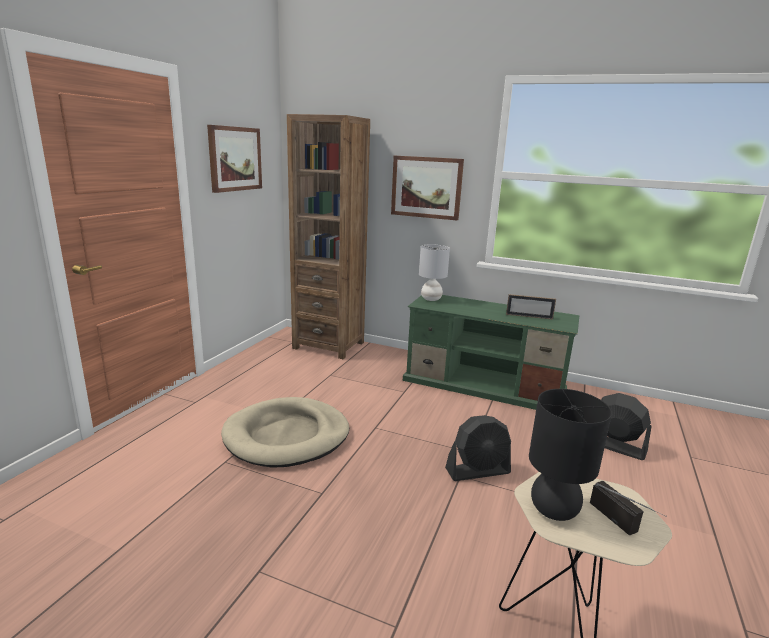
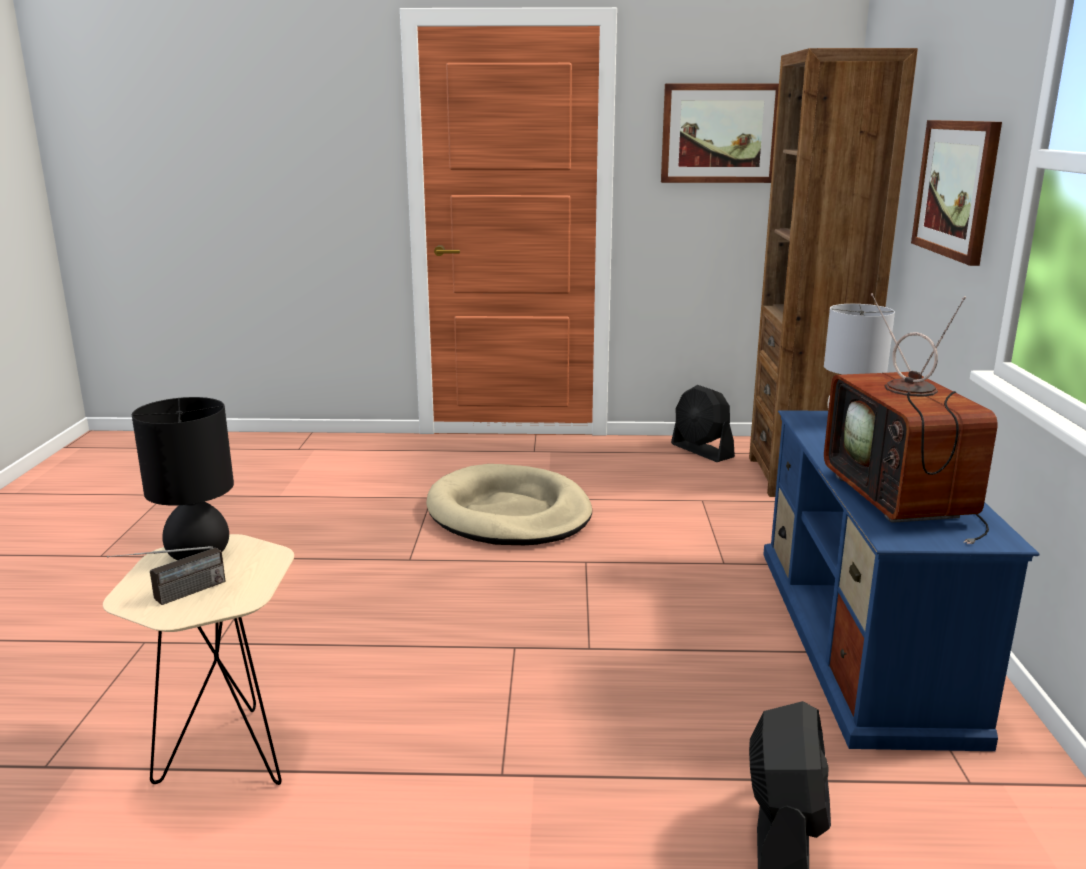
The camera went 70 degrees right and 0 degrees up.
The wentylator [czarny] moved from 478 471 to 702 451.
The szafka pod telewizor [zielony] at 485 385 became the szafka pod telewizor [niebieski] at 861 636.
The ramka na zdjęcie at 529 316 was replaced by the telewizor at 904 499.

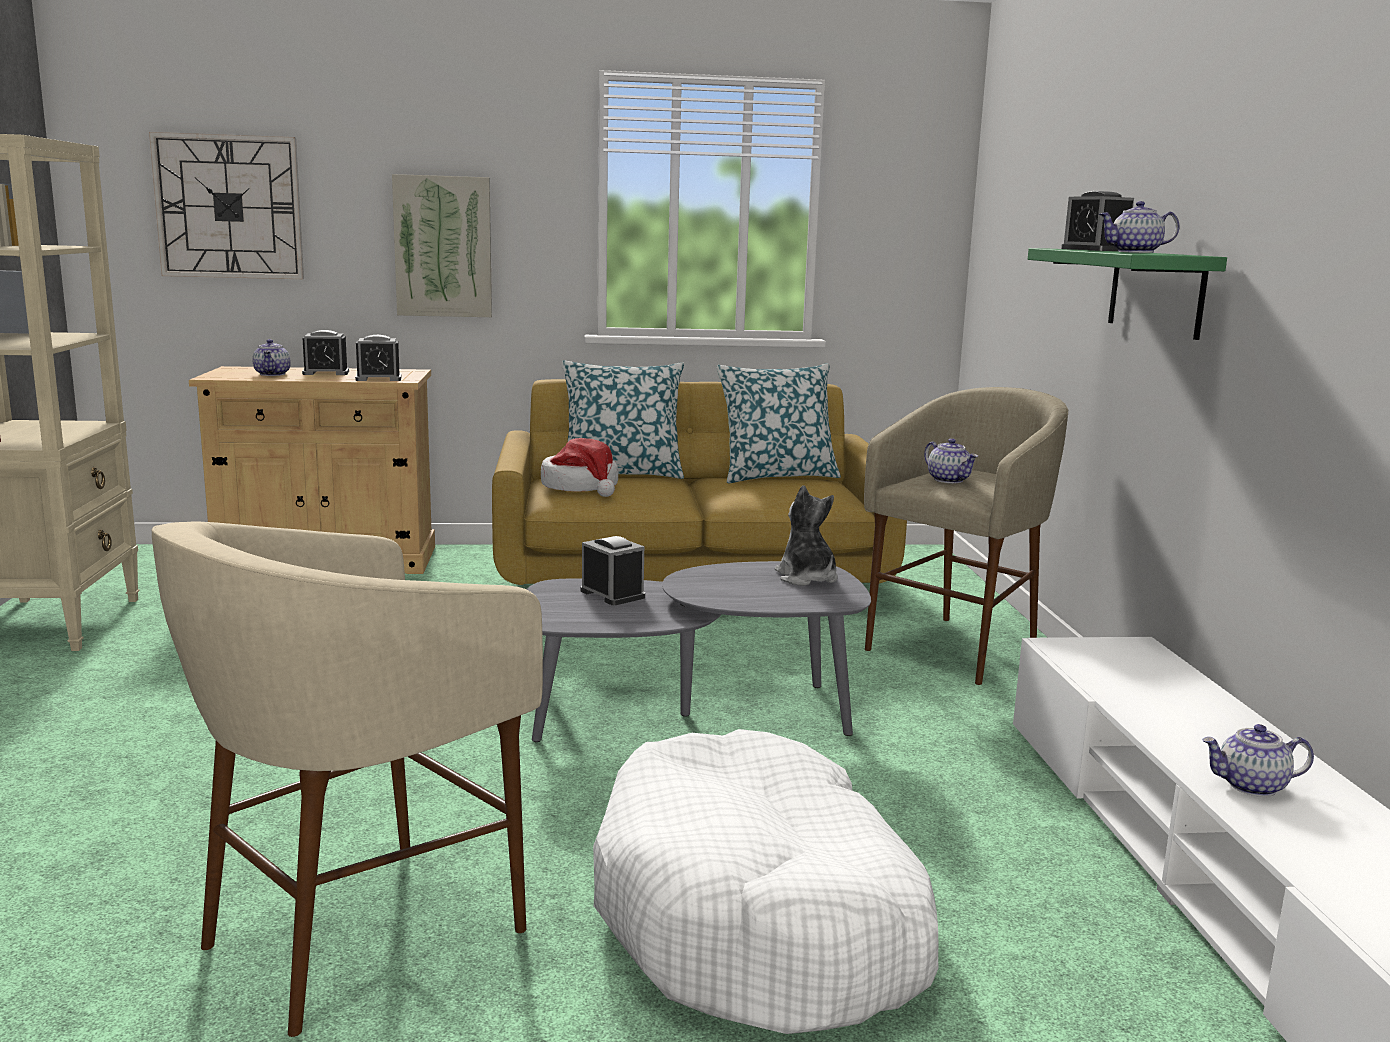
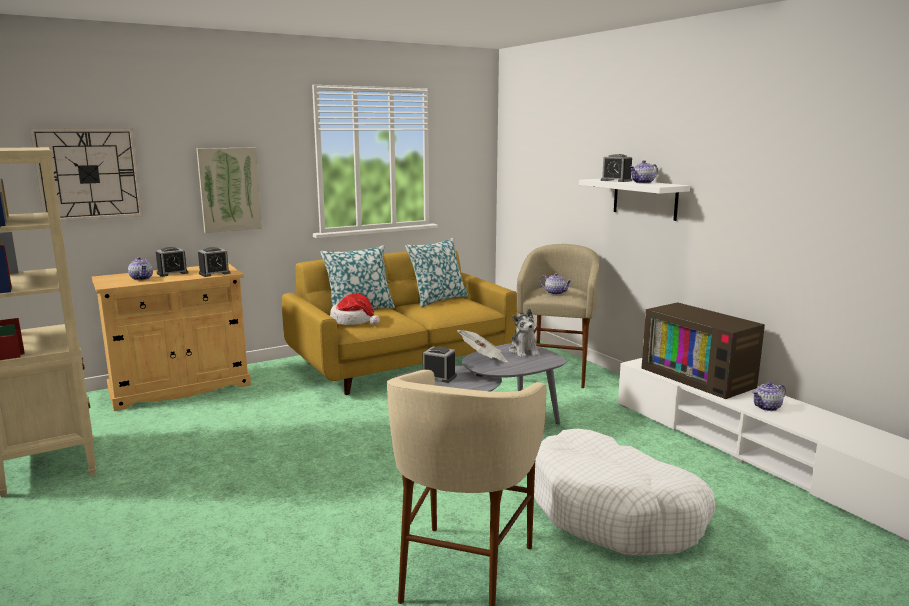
The camera went 25 degrees left and 0 degrees up.
The gazeta at 483 359 appeared.
The pluszak at 806 578 turned 150 degrees counterclockwise.
The półka [zielony] at 1156 292 became the półka [biały] at 645 198.
The telewizor at 700 377 appeared.

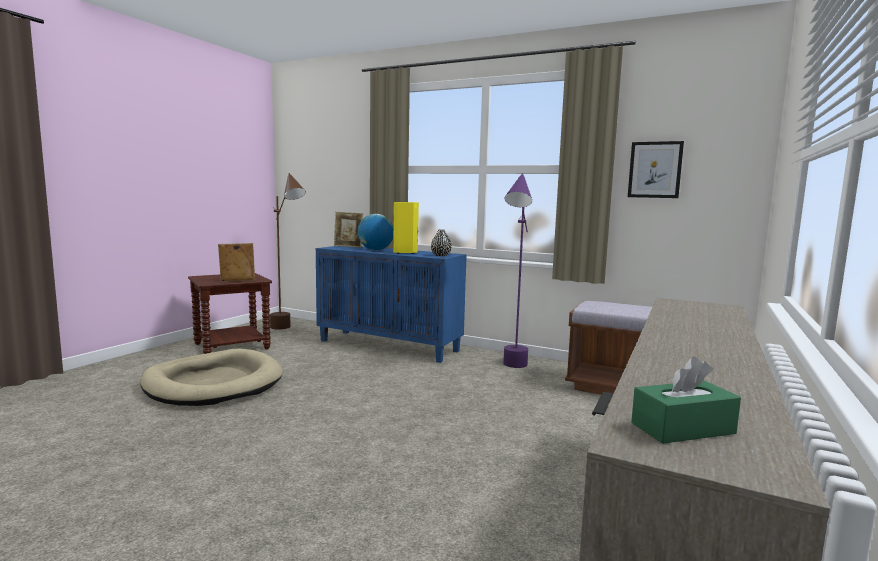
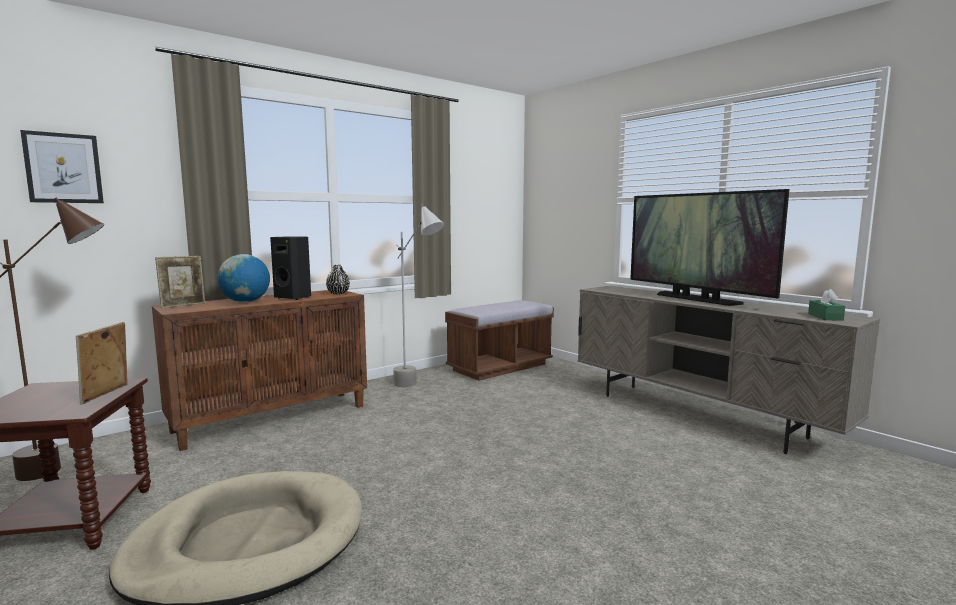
The camera went 65 degrees left and 0 degrees up.
The obraz moved from 655 170 to 63 168.
The szafka [niebieski] at 389 346 became the szafka [brązowy] at 273 418.
The głośnik [żółty] at 405 252 became the głośnik [czarny] at 294 297.
The lampa stojąca [fioletowy] at 513 370 became the lampa stojąca [szary] at 418 387.
The telewizor at 695 299 appeared.

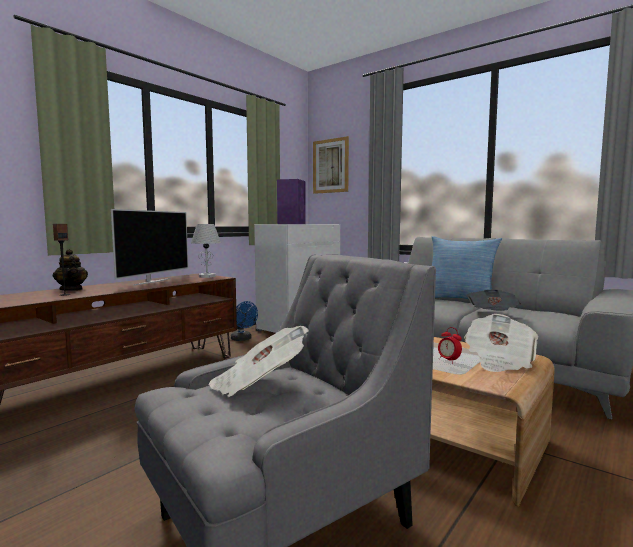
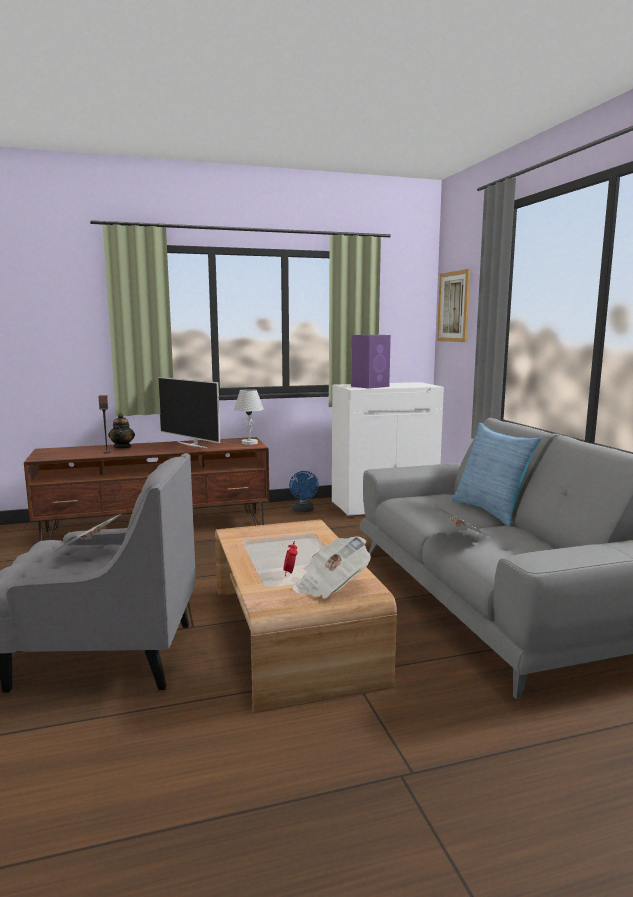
The camera went 35 degrees right and 5 degrees up.
The telewizor at 152 281 turned 75 degrees clockwise.

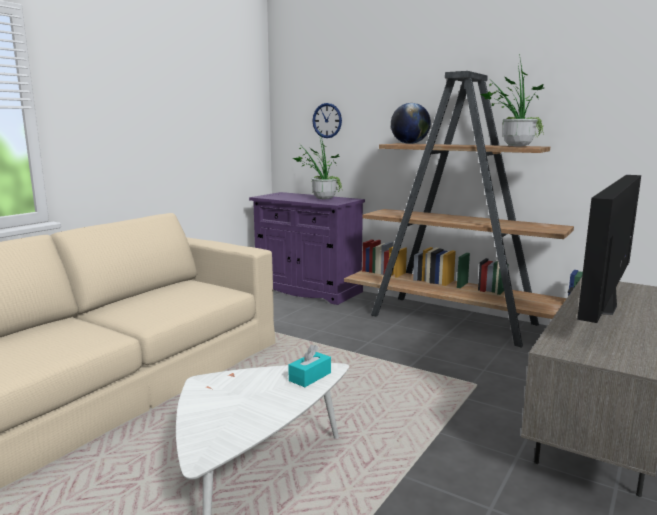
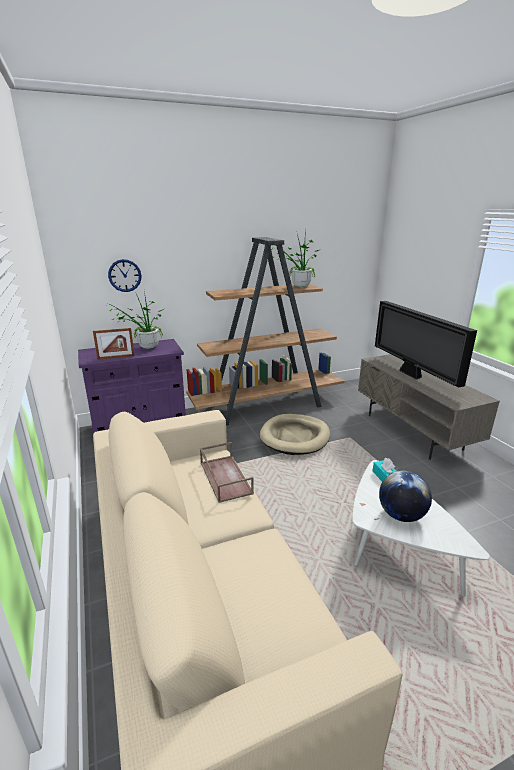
The camera went 55 degrees left and 10 degrees up.
The ramka na zdjęcie at 116 357 appeared.
The taca [brązowy] at 224 477 appeared.
The legowisko [beżowy] at 295 437 appeared.
The globus moved from 409 143 to 401 515.

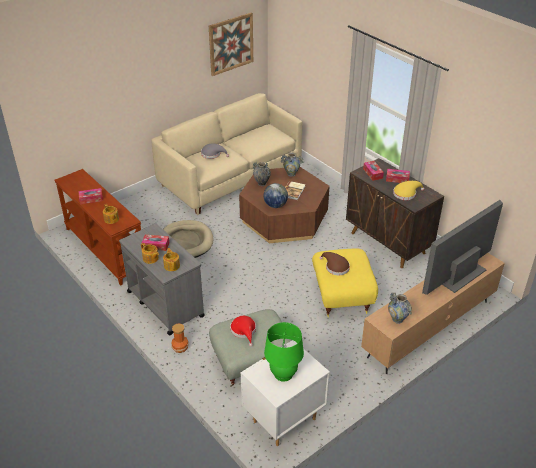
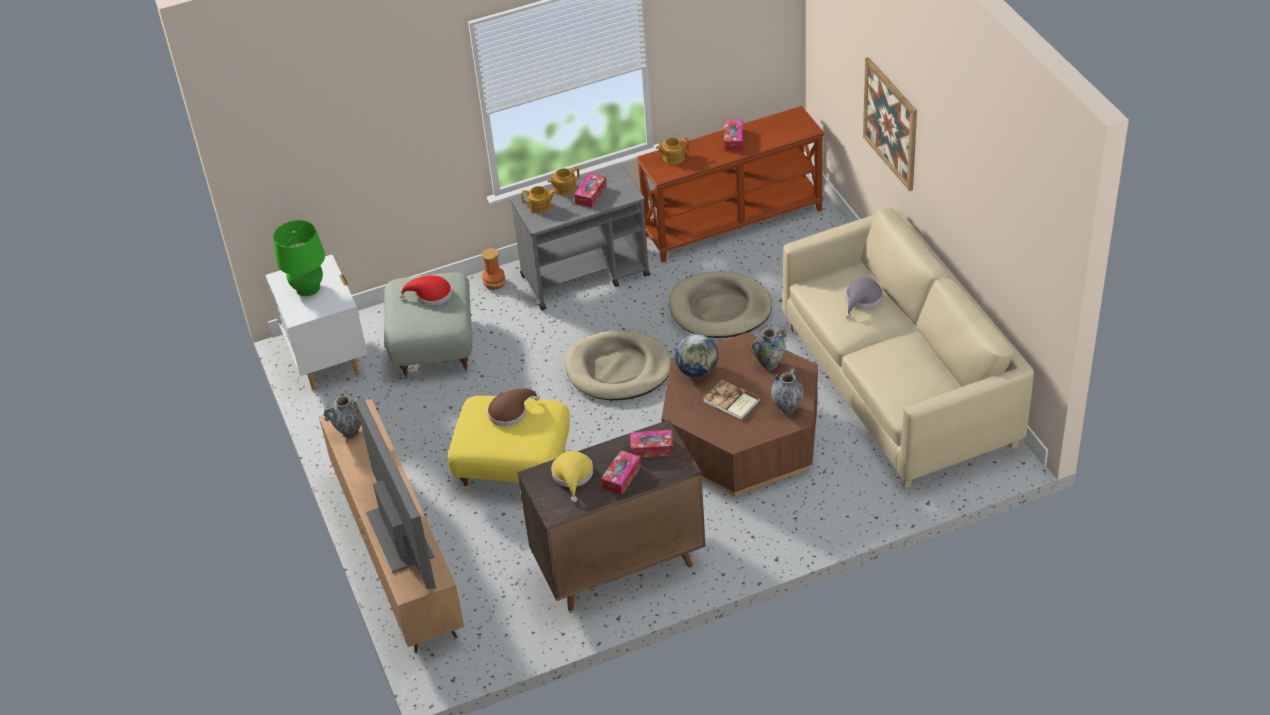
The camera went 110 degrees right and 5 degrees up.
The legowisko [beżowy] at 618 369 appeared.
The obraz moved from 231 44 to 890 123.

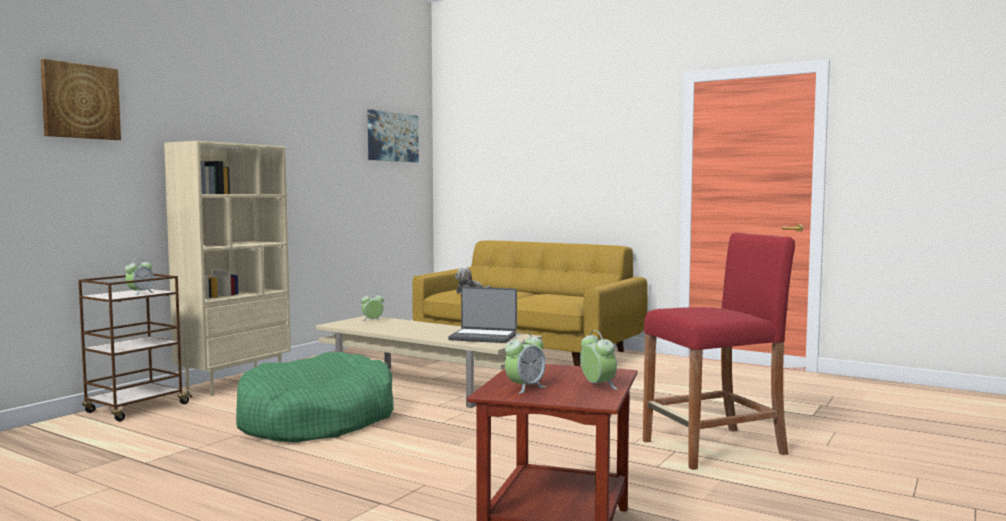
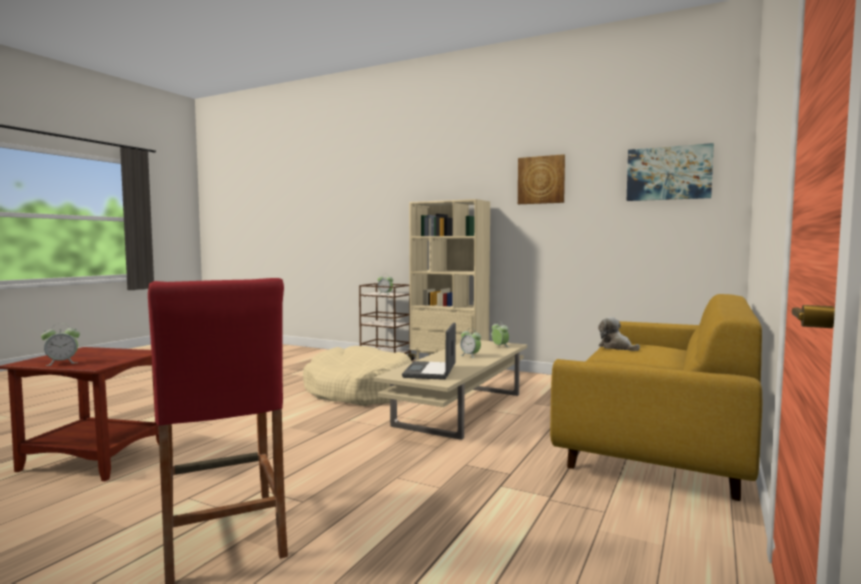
The camera went 85 degrees right and 0 degrees up.
The legowisko [zielony] at 316 420 became the legowisko [beżowy] at 359 391.
The budzik moved from 525 388 to 470 356.
The obraz moved from 80 101 to 541 180.

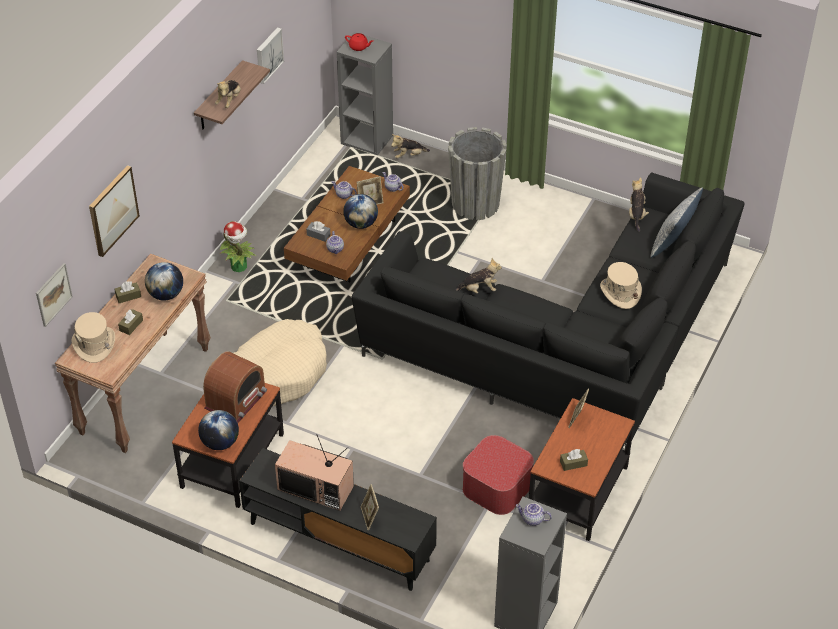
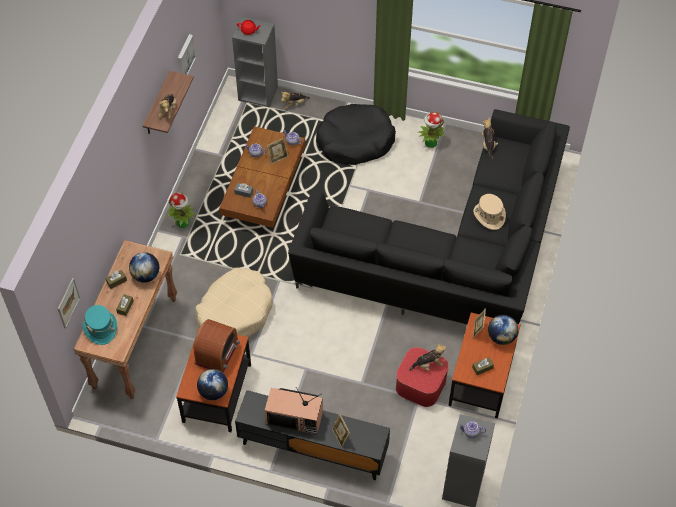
The camera went 10 degrees left and 10 degrees up.
The kapelusz [beżowy] at 94 344 became the kapelusz [turkusowy] at 101 328.
The donica [szary] at 475 204 was replaced by the legowisko [czarny] at 355 141.
The pluszak moved from 479 289 to 428 364.
The roślina doniczkowa at 430 143 appeared.
The globus moved from 361 224 to 501 337.
The obraz at 112 210 disappeared.
The poduszka at 672 242 disappeared.

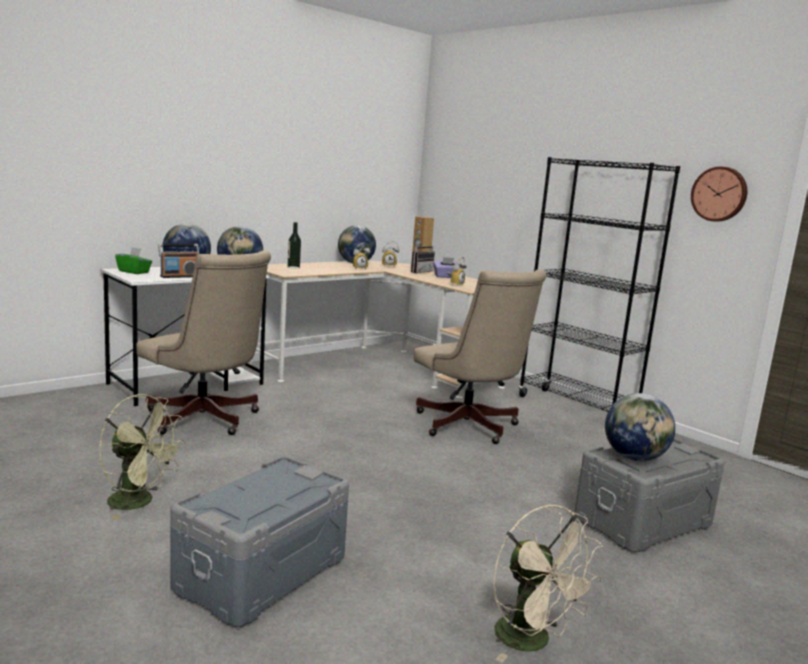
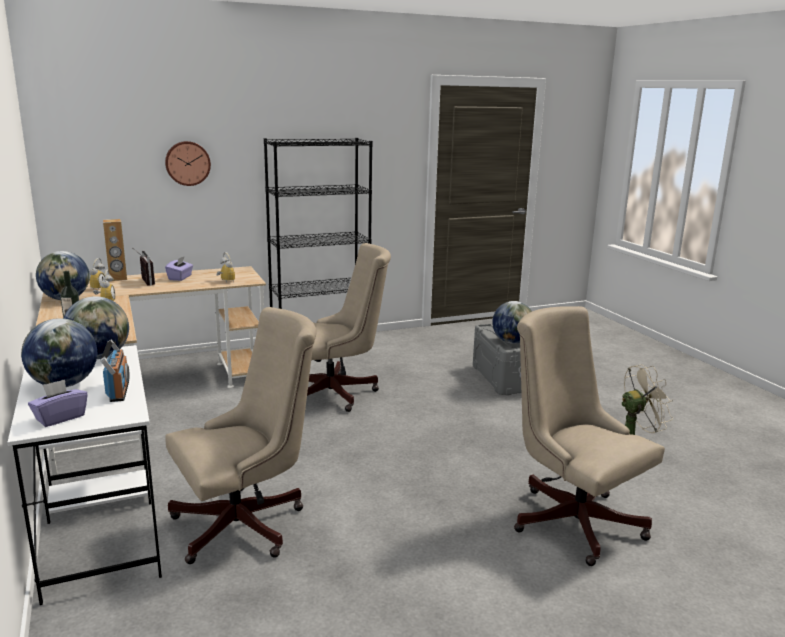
The camera went 70 degrees left and 5 degrees up.
The pudełko chusteczek [zielony] at 134 272 became the pudełko chusteczek [fioletowy] at 60 418.
The zegar ścienny moved from 719 194 to 187 163.
The pojemnik do przechowywania [szary] at 263 574 was replaced by the krzesło biurowe [beżowy] at 571 518.
The wentylator [zielony] at 139 502 disappeared.

